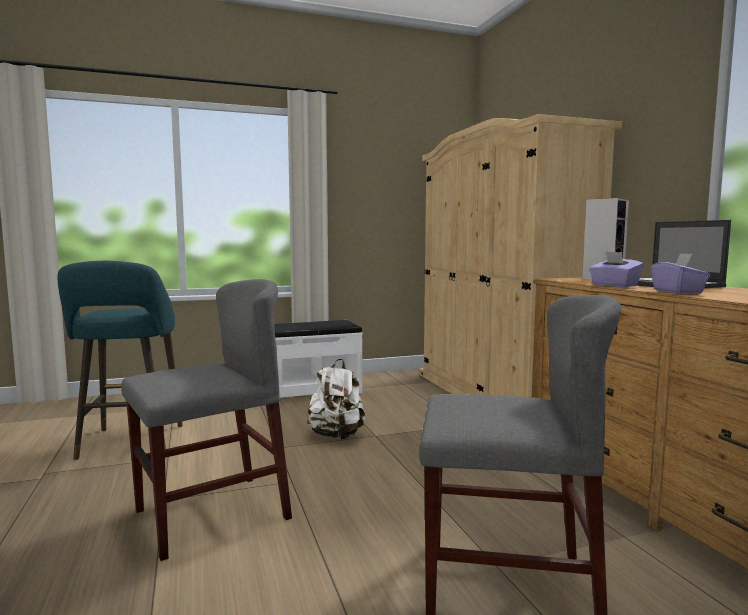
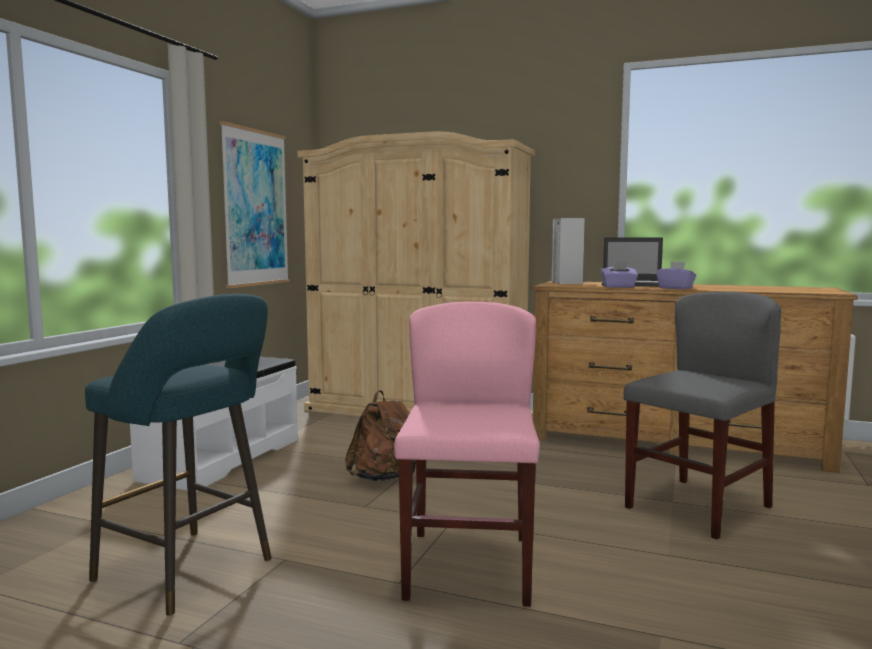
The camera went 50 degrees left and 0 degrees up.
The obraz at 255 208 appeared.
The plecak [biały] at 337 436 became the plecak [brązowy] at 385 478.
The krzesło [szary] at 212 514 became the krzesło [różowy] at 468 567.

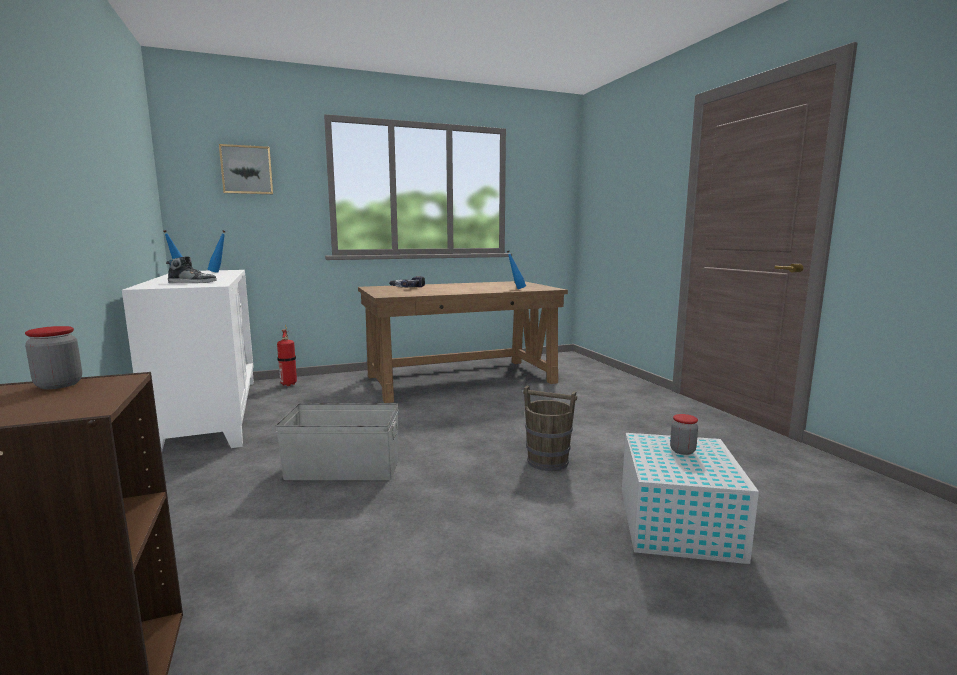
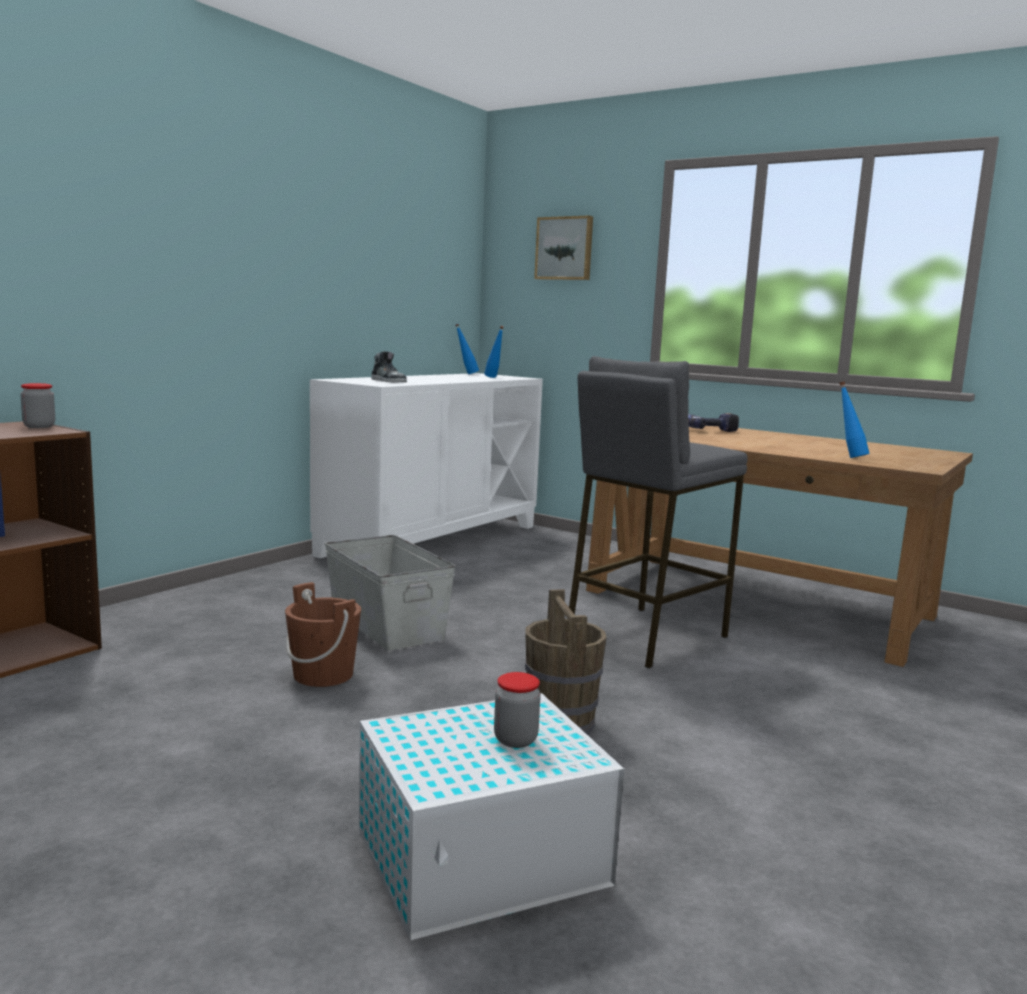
The camera went 55 degrees right and 0 degrees up.
The wiadro [brązowy] at 323 675 appeared.
The stołek [szary] at 644 636 appeared.
The gaśnica at 289 384 disappeared.

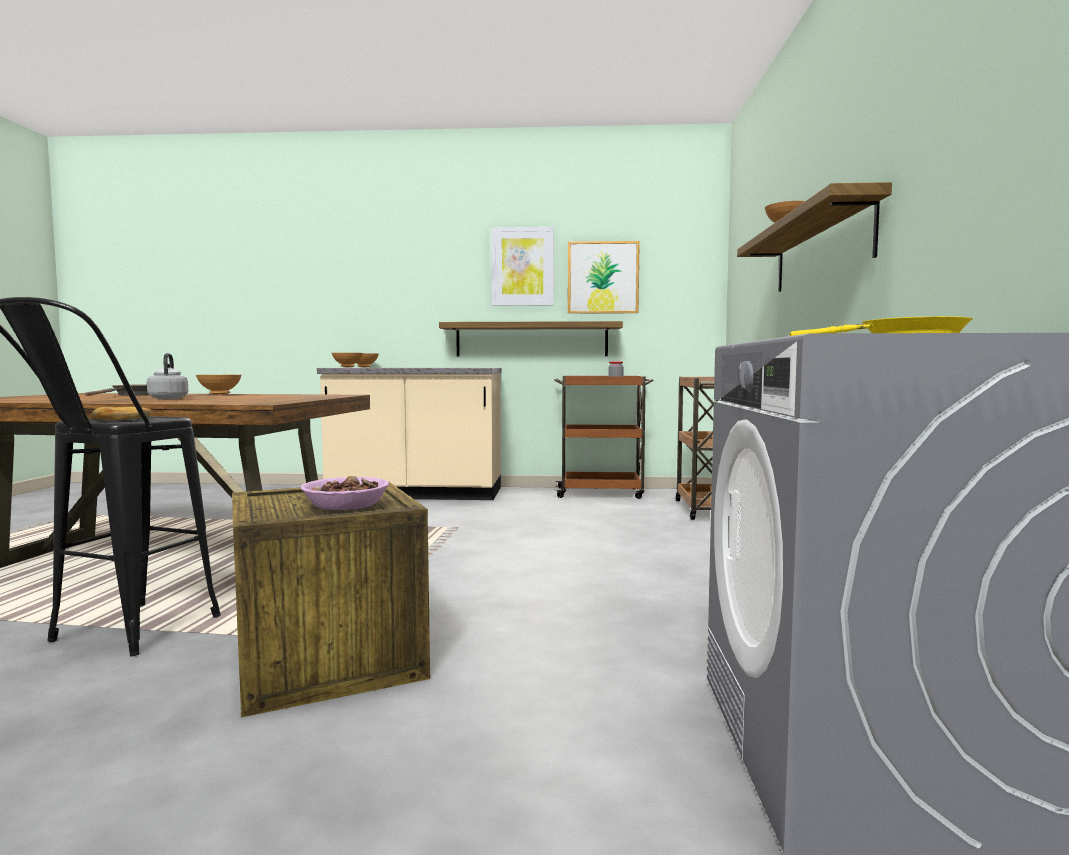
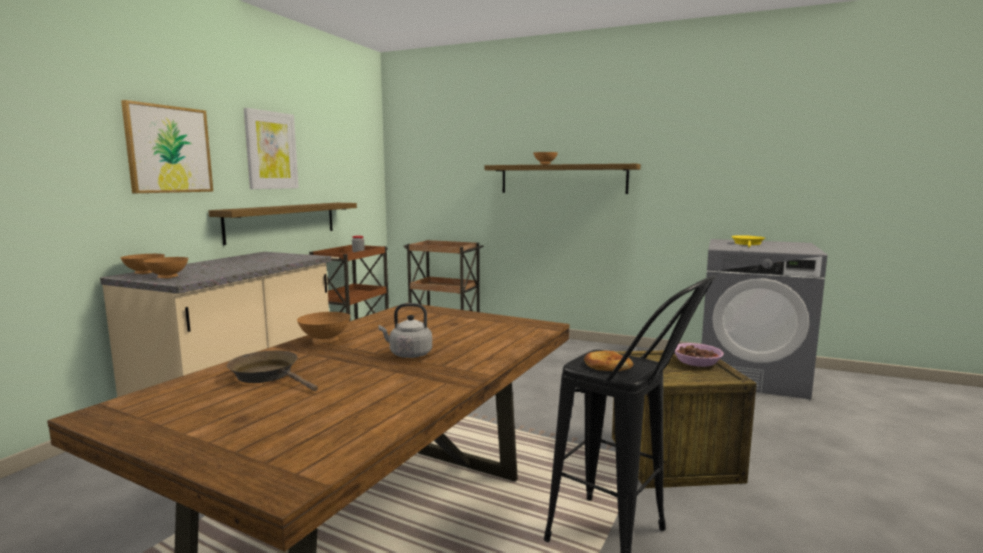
The camera went 70 degrees left and 5 degrees up.
The obraz moved from 603 277 to 169 149.

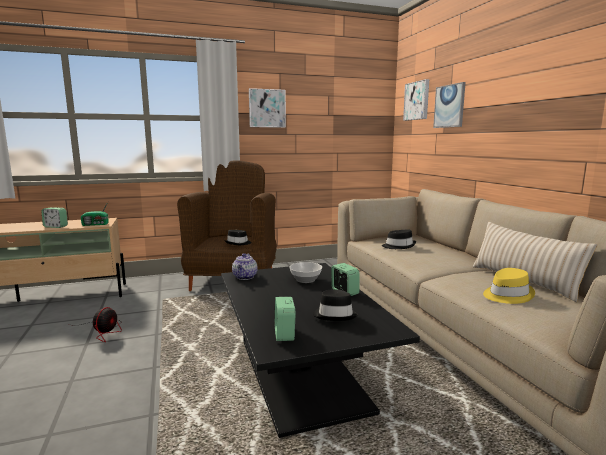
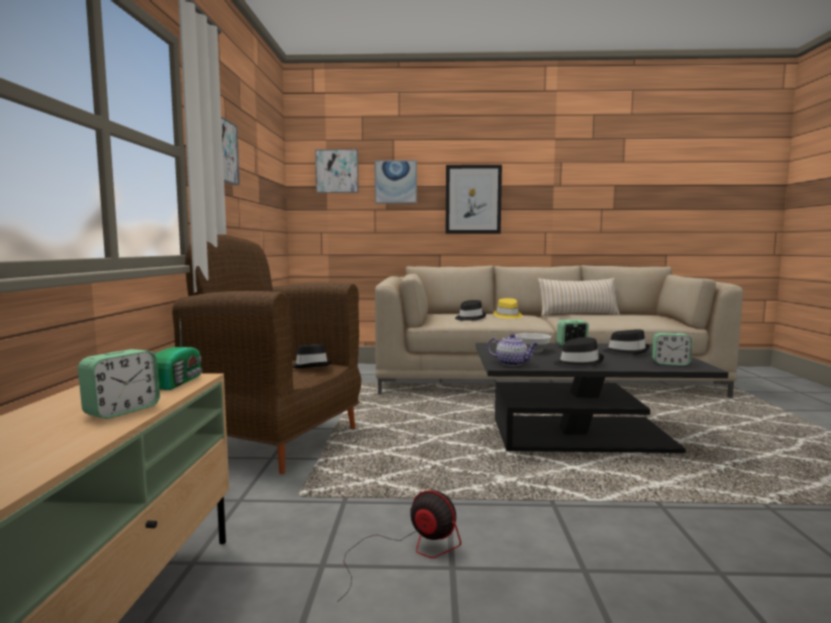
The camera went 70 degrees left and 5 degrees down.
The obraz at 473 199 appeared.
The kapelusz [żółty] moved from 506 295 to 507 316.
The kapelusz [czarny] at 577 363 appeared.

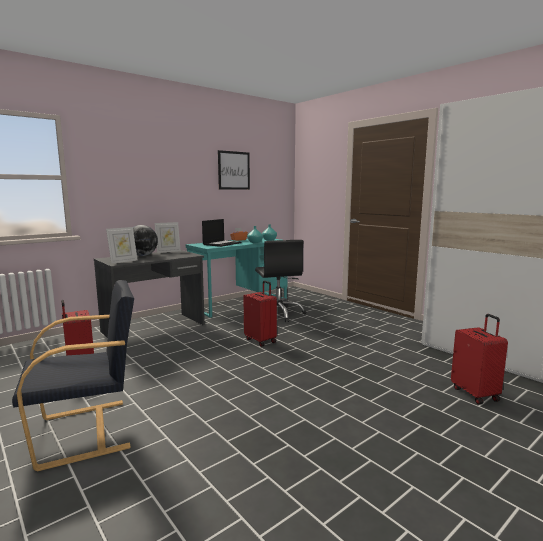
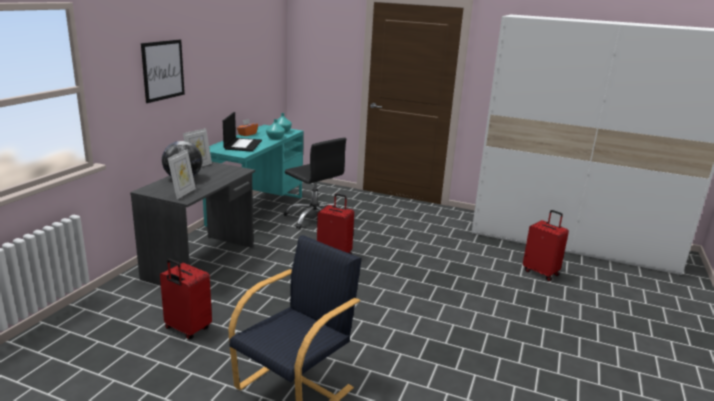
The camera went 30 degrees left and 10 degrees up.
The obraz moved from 234 170 to 163 70.

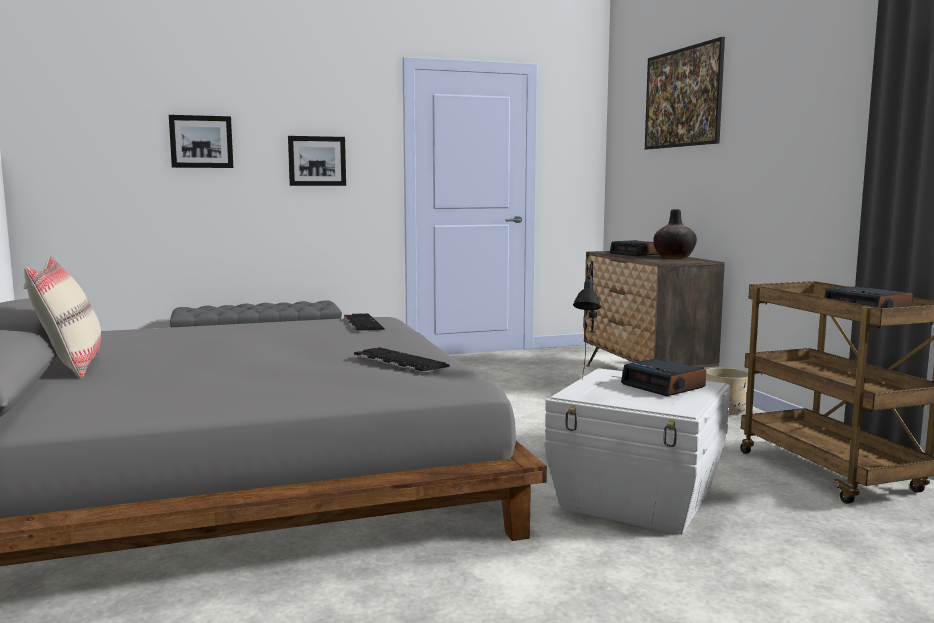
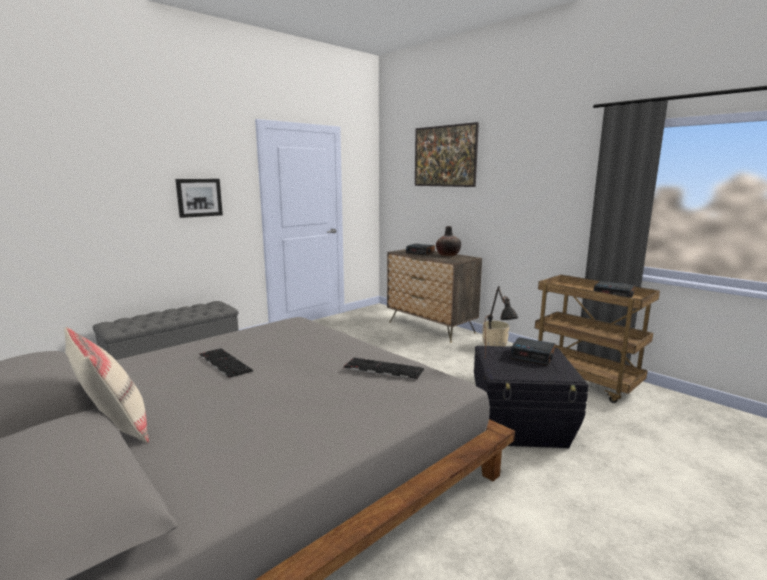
The camera went 25 degrees left and 5 degrees up.
The klawiatura moved from 361 323 to 223 363.
The pojemnik do przechowywania [biały] at 638 499 became the pojemnik do przechowywania [czarny] at 522 426.
The obraz at 201 142 disappeared.

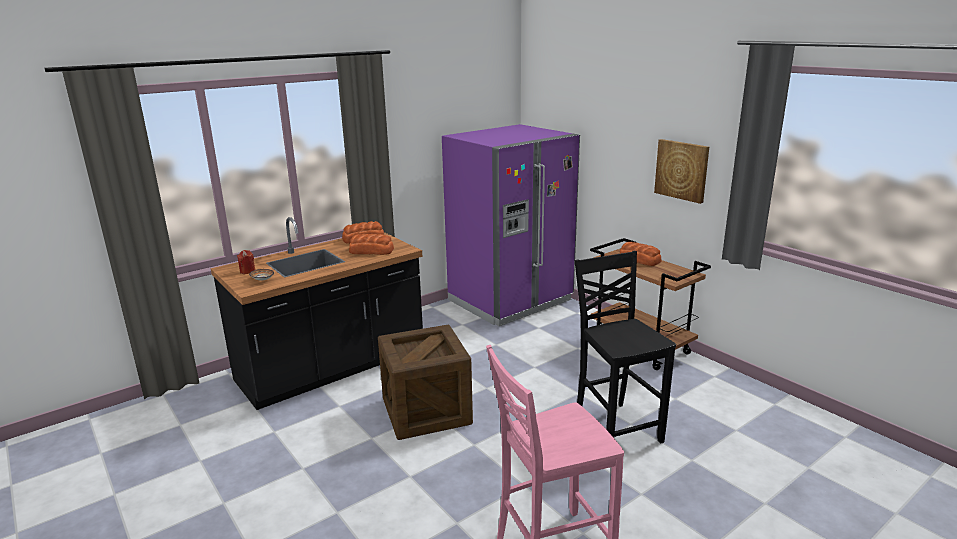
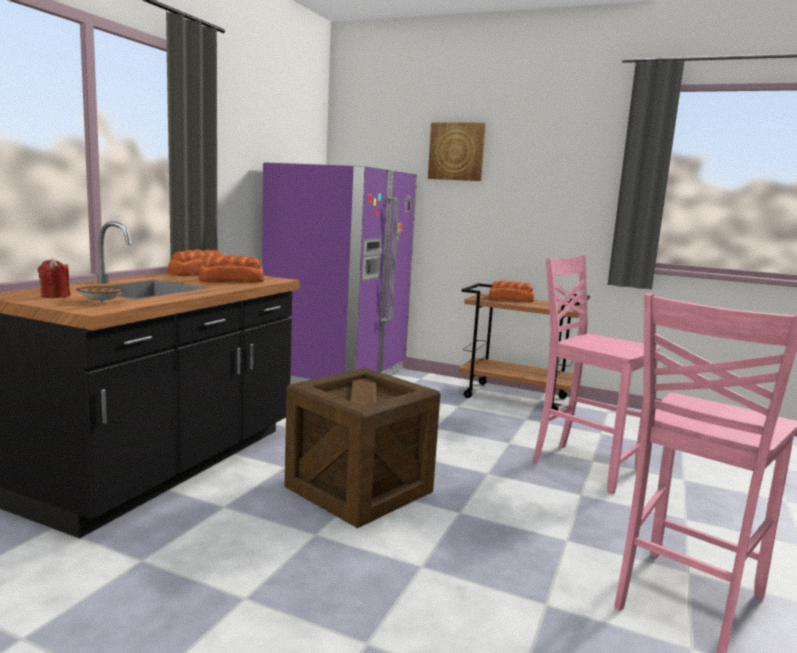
The camera went 30 degrees left and 10 degrees down.
The obraz moved from 682 170 to 456 151.
The krzesło [czarny] at 616 427 became the krzesło [różowy] at 583 466.

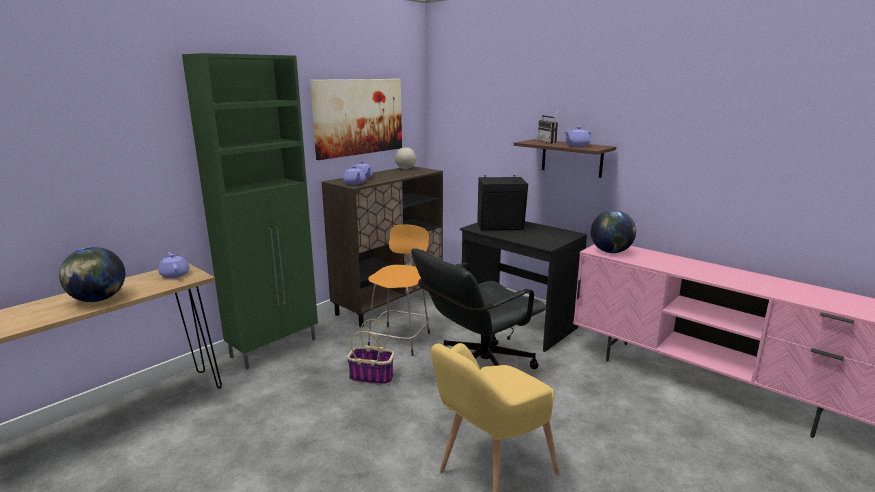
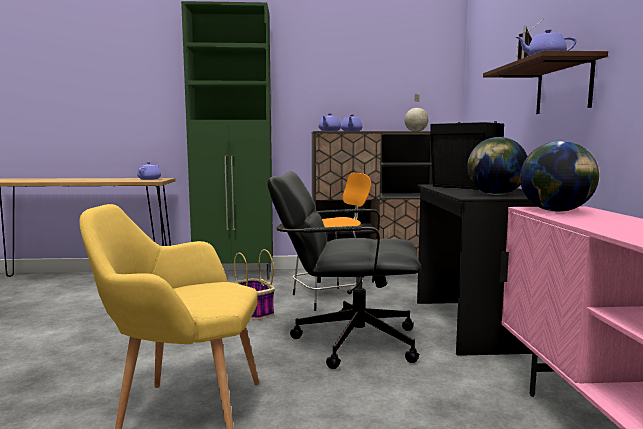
The camera went 45 degrees right and 10 degrees down.
The globus moved from 98 299 to 495 194.
The obraz at 359 117 disappeared.

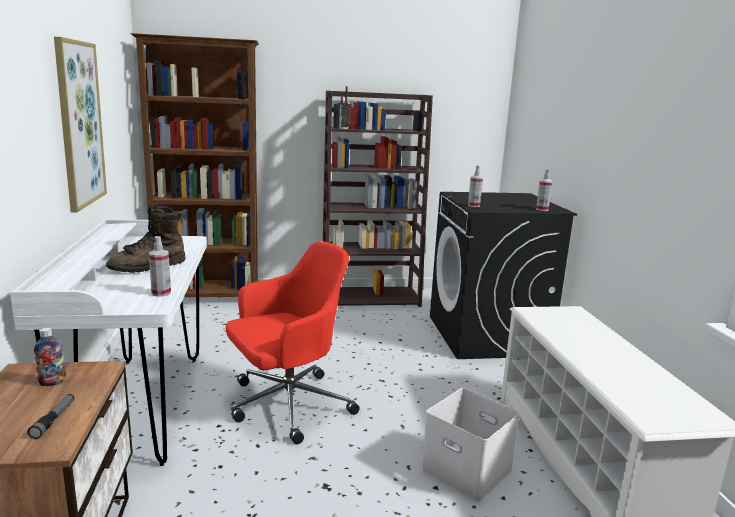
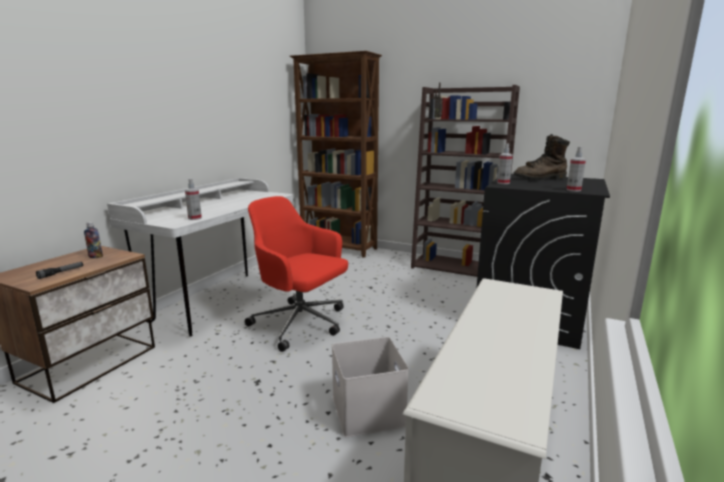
The camera went 35 degrees right and 0 degrees up.
The krzesło biurowe [czerwony] at 287 405 turned 150 degrees counterclockwise.
The but z cholewką [brązowy] moved from 148 266 to 540 179.
The obraz at 79 124 disappeared.

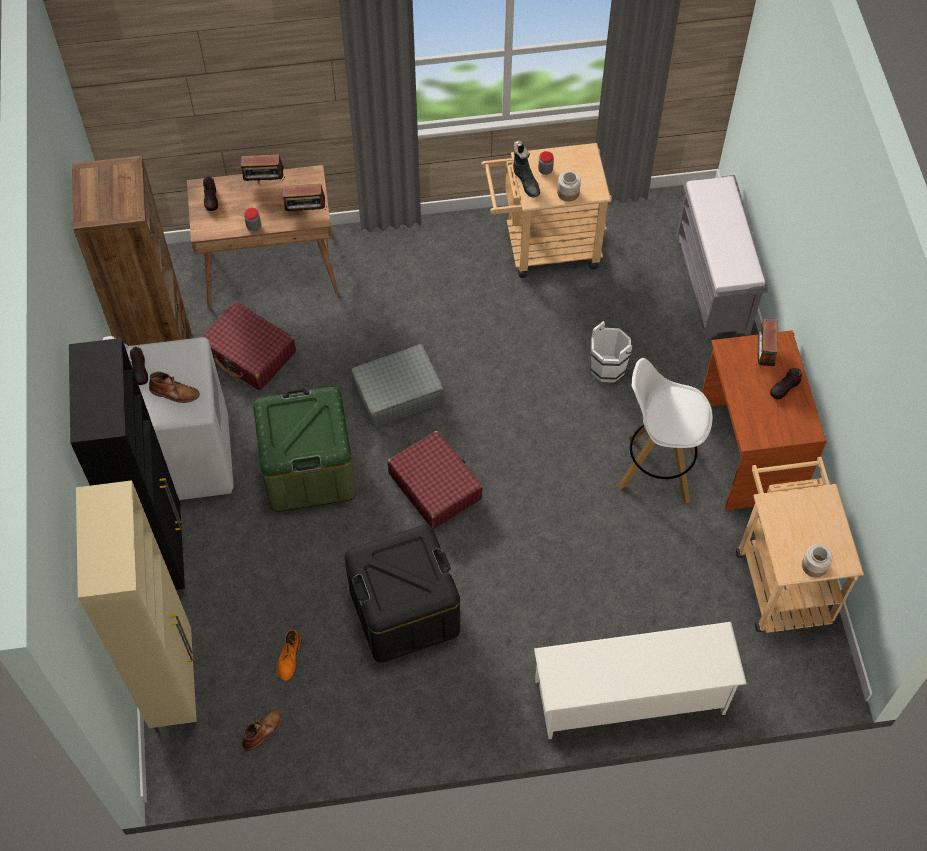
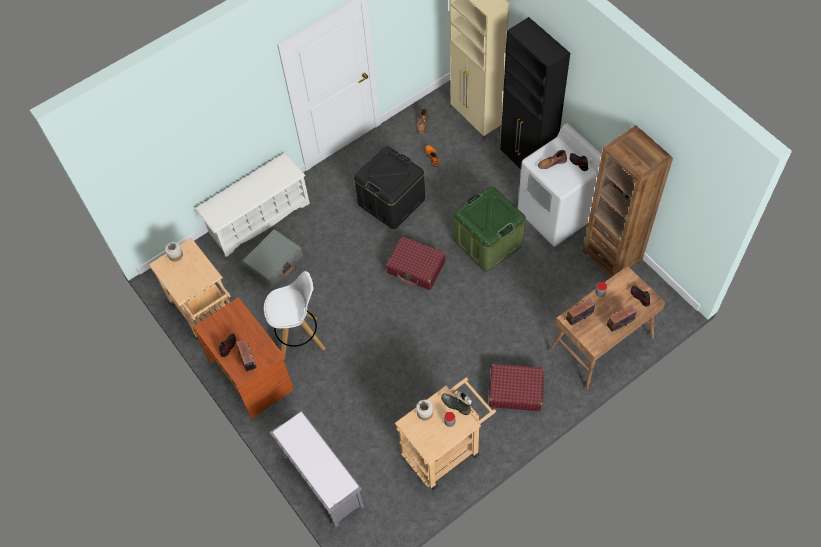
The camera went 155 degrees right and 0 degrees up.
The walizka [szary] moved from 397 393 to 274 262.
The walizka [czerwony] moved from 249 353 to 515 391.
The wiadro [biały] at 610 366 disappeared.

